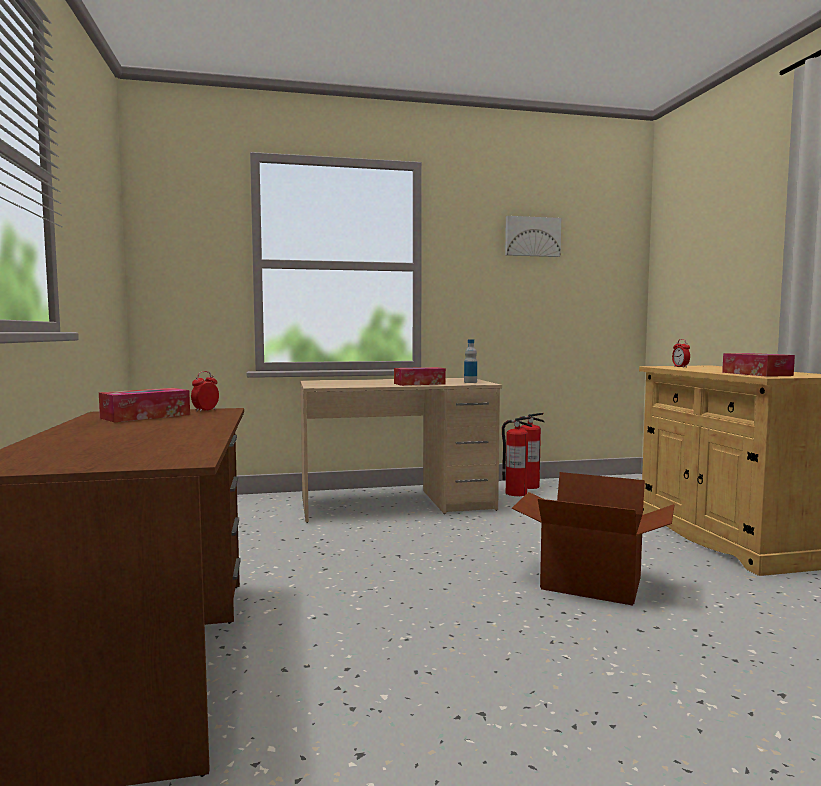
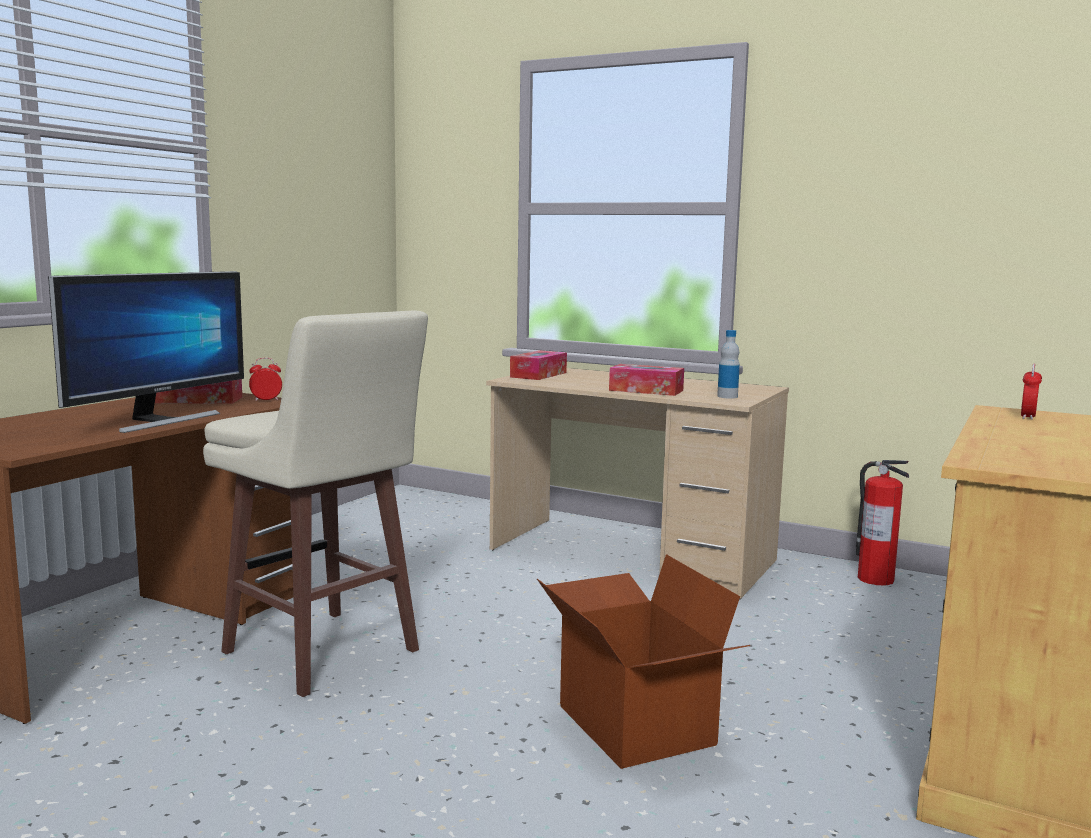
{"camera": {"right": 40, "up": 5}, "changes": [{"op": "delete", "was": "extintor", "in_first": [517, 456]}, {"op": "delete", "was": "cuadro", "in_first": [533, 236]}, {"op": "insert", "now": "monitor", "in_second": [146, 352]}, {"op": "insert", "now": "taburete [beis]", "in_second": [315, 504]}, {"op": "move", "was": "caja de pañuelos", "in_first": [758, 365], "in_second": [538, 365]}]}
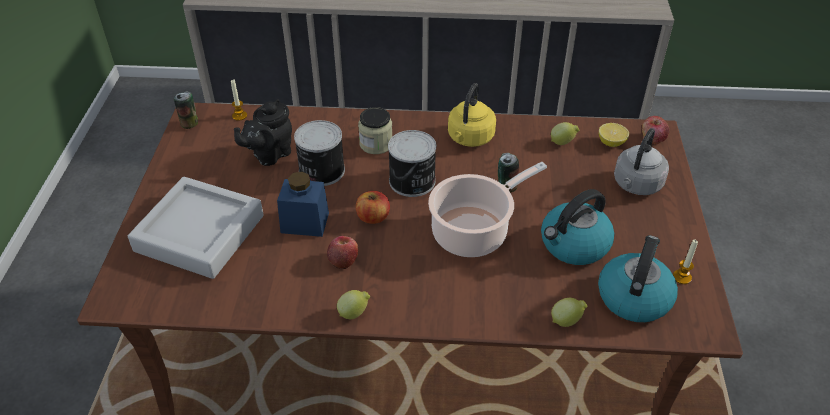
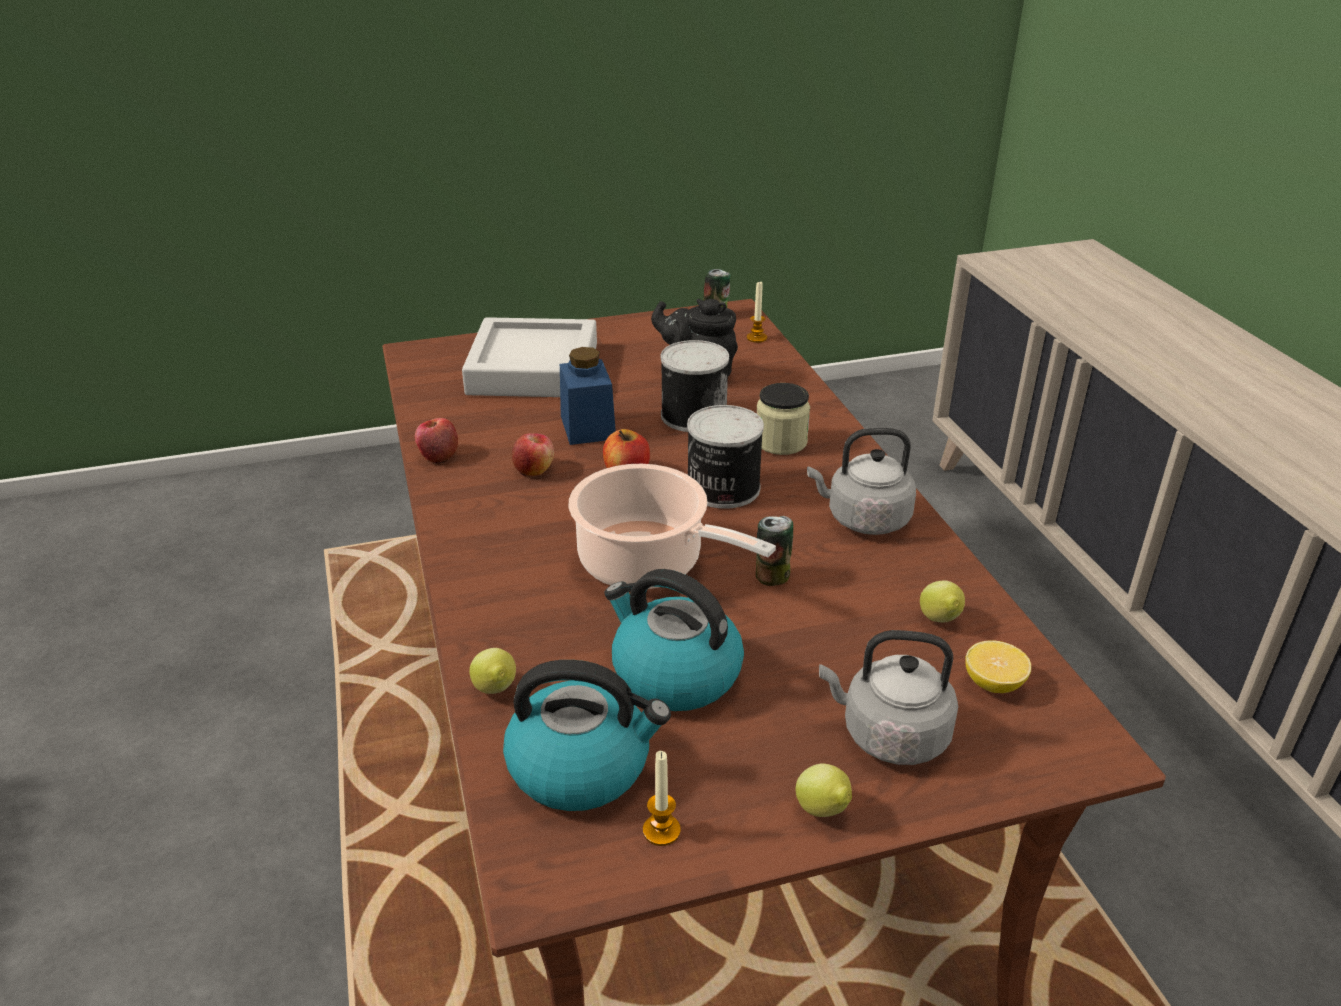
{"camera": {"right": 70, "up": -10}, "changes": [{"op": "move", "was": "limón", "in_first": [353, 304], "in_second": [824, 790]}, {"op": "move", "was": "manzana", "in_first": [655, 130], "in_second": [436, 441]}, {"op": "recolor", "was": "hervidor [amarillo]", "now": "hervidor [gris]", "in_first": [472, 115], "in_second": [861, 481]}]}
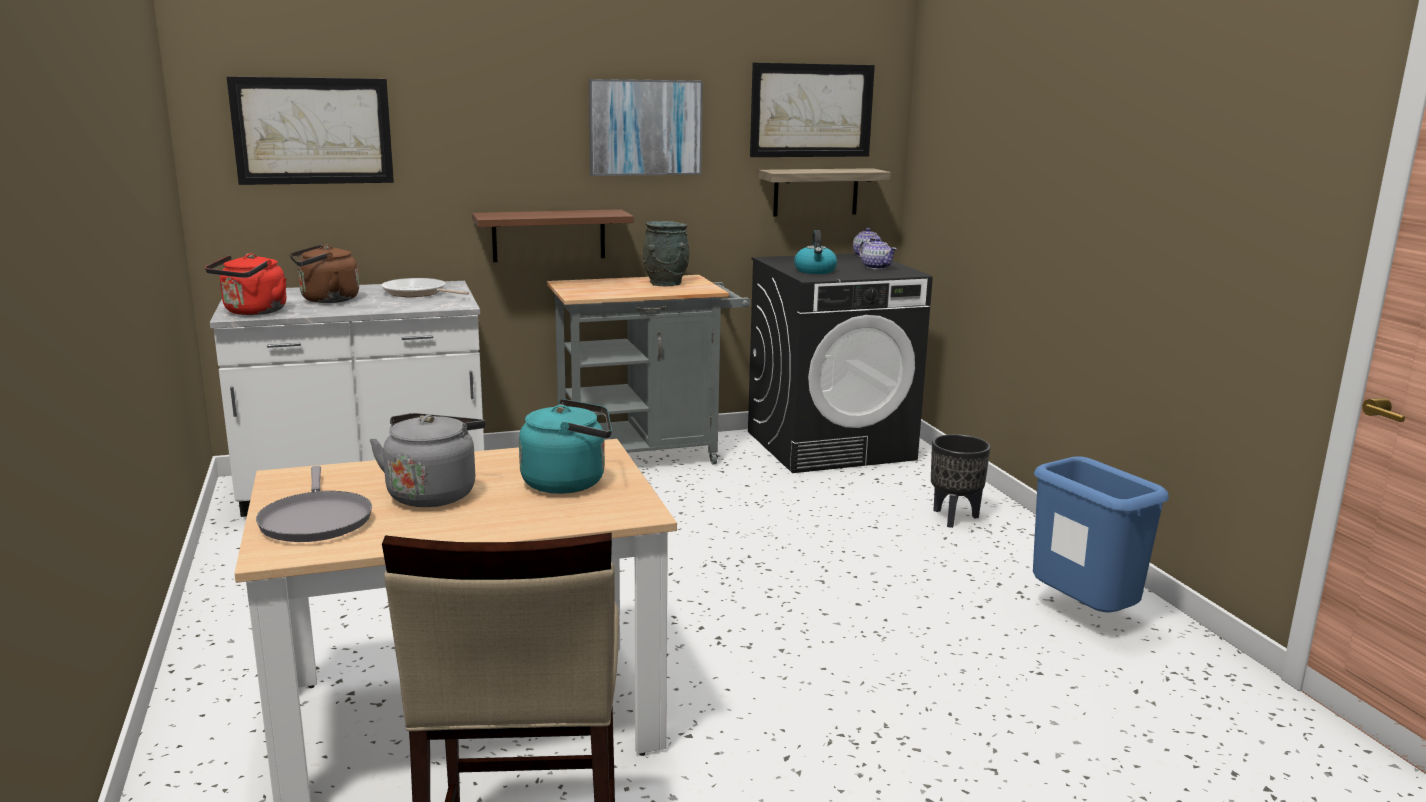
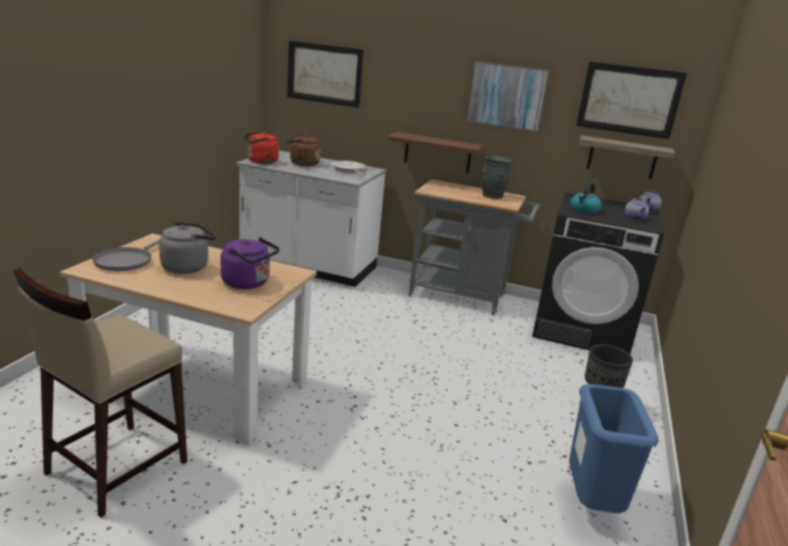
{"camera": {"right": 35, "up": 5}, "changes": [{"op": "recolor", "was": "hervidor [turquesa]", "now": "hervidor [morado]", "in_first": [565, 446], "in_second": [250, 263]}]}
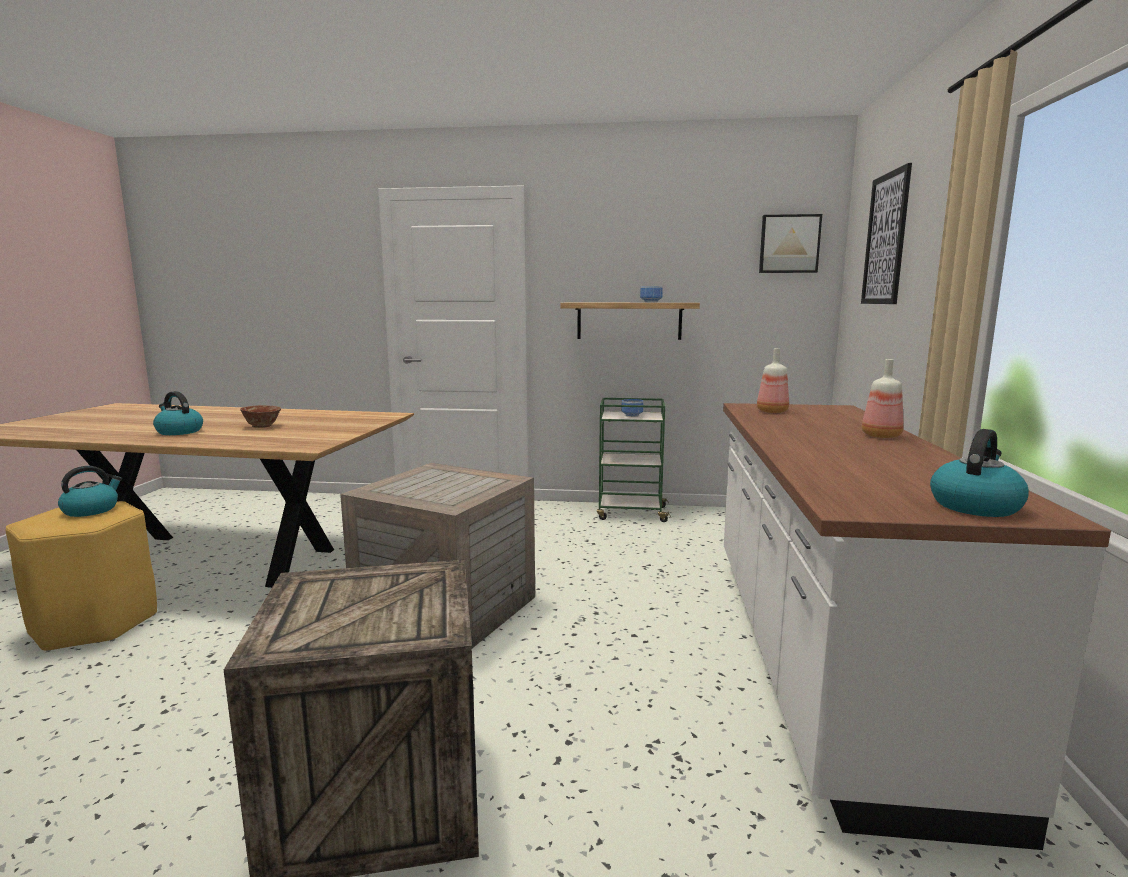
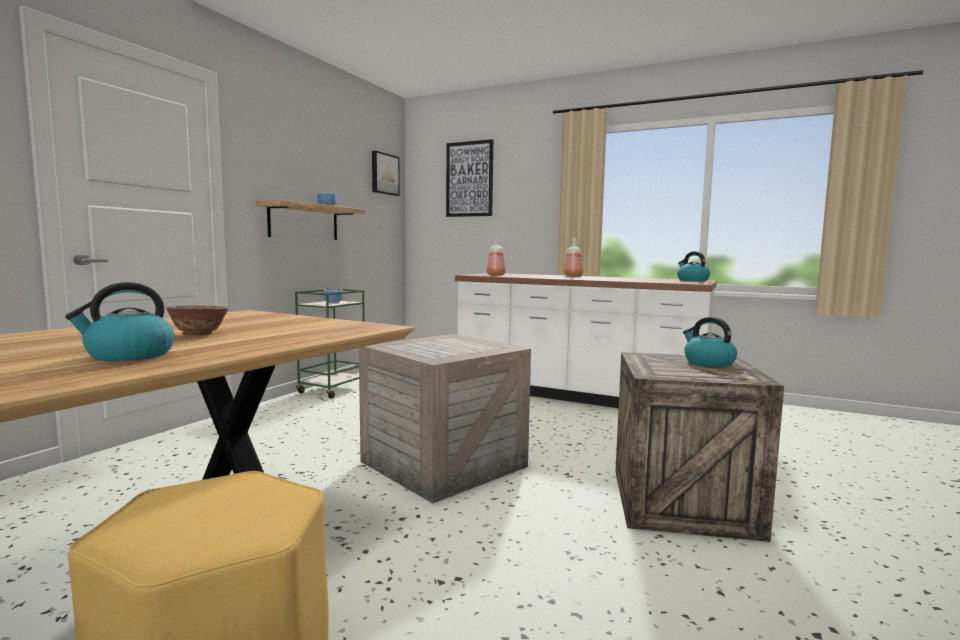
{"camera": {"right": -70, "up": -5}, "changes": [{"op": "move", "was": "hervidor", "in_first": [90, 491], "in_second": [710, 342]}]}
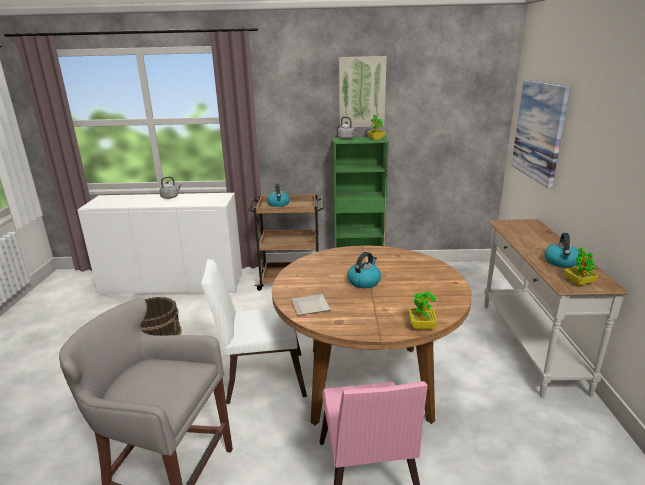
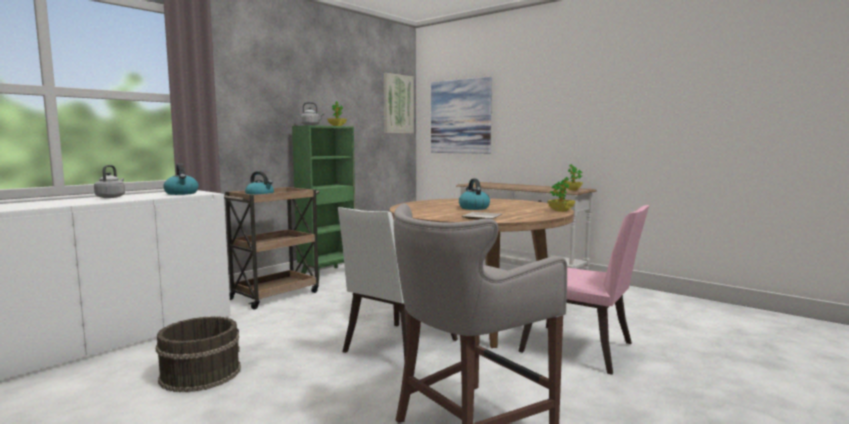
{"camera": {"right": -50, "up": -15}, "changes": [{"op": "move", "was": "cuadro", "in_first": [363, 91], "in_second": [399, 103]}, {"op": "move", "was": "hervidor", "in_first": [562, 250], "in_second": [181, 179]}]}
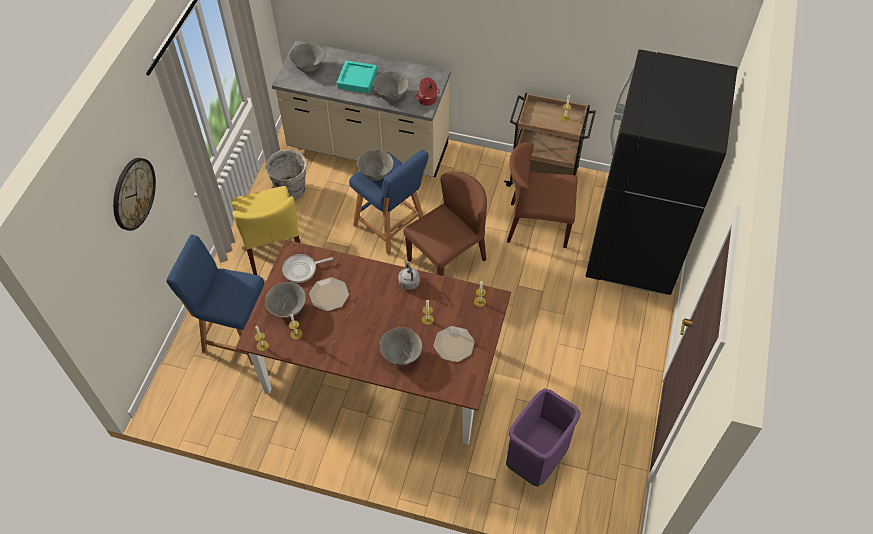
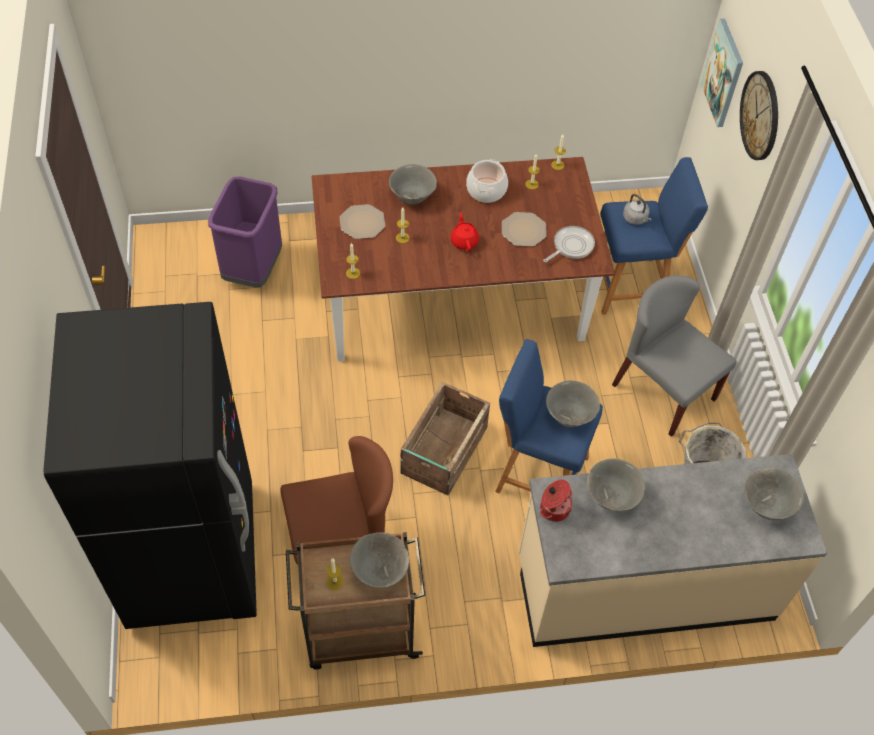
{"camera": {"right": 155, "up": 0}, "changes": [{"op": "delete", "was": "bandeja [turquesa]", "in_first": [357, 76]}, {"op": "insert", "now": "tetera [rojo]", "in_second": [465, 231]}, {"op": "insert", "now": "olla", "in_second": [487, 181]}, {"op": "insert", "now": "cuadro", "in_second": [722, 72]}, {"op": "move", "was": "cuenco [gris]", "in_first": [285, 300], "in_second": [379, 560]}, {"op": "move", "was": "hervidor [gris]", "in_first": [409, 275], "in_second": [637, 209]}, {"op": "replace", "was": "silla [marrón]", "now": "caja de embalaje", "in_first": [445, 224], "in_second": [445, 439]}, {"op": "recolor", "was": "silla [amarillo]", "now": "silla [gris]", "in_first": [266, 230], "in_second": [674, 356]}]}
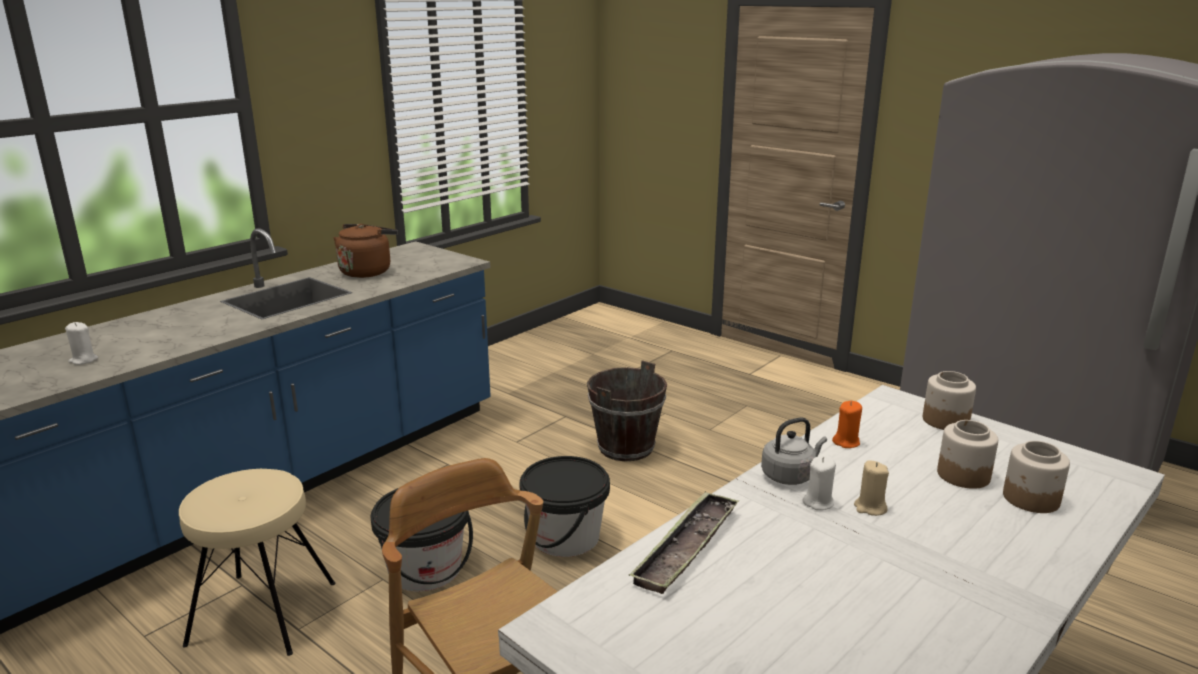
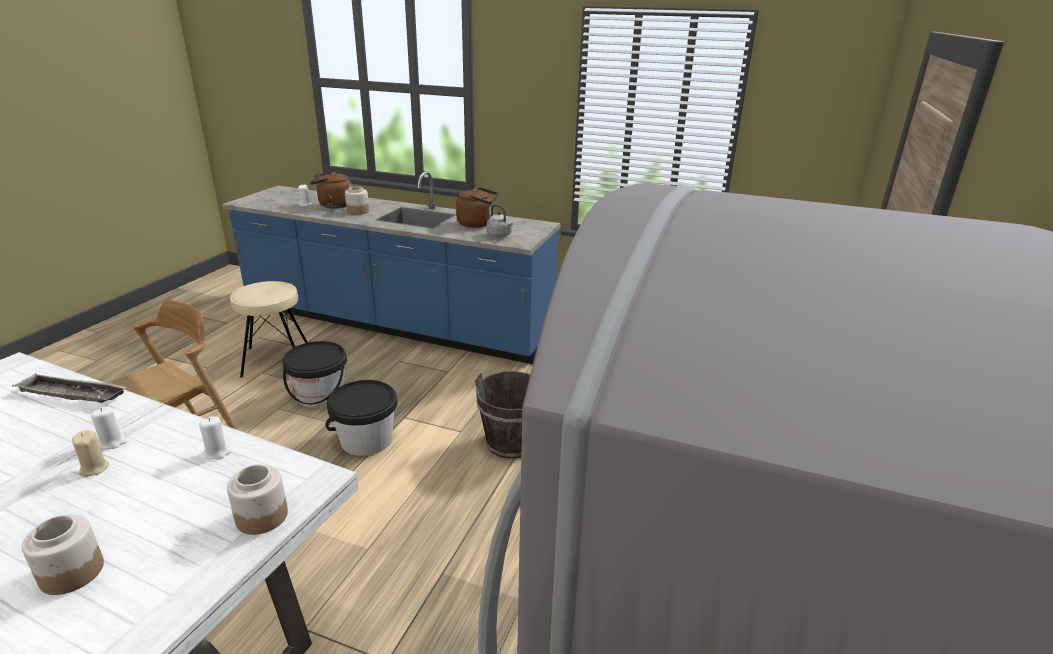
{"camera": {"right": 70, "up": 5}, "changes": [{"op": "insert", "now": "hervidor [marrón]", "in_second": [331, 190]}, {"op": "move", "was": "hervidor [gris]", "in_first": [794, 451], "in_second": [500, 220]}, {"op": "move", "was": "tarro", "in_first": [967, 454], "in_second": [357, 201]}, {"op": "recolor", "was": "vela [naranja]", "now": "vela [blanco]", "in_first": [847, 424], "in_second": [215, 438]}]}
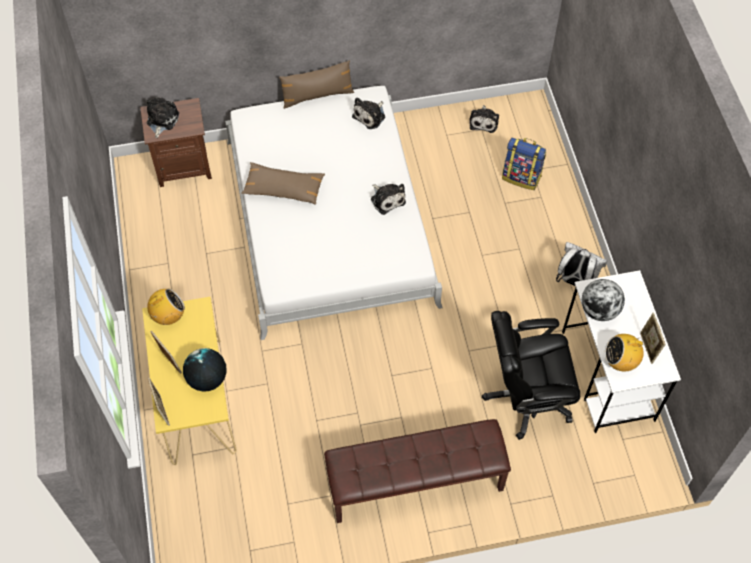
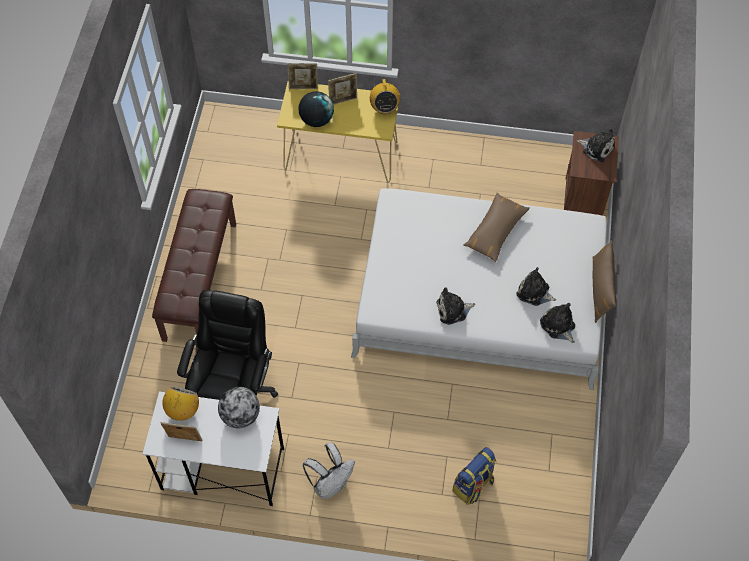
{"camera": {"right": 110, "up": 0}, "changes": [{"op": "move", "was": "peluche", "in_first": [484, 119], "in_second": [536, 286]}]}
